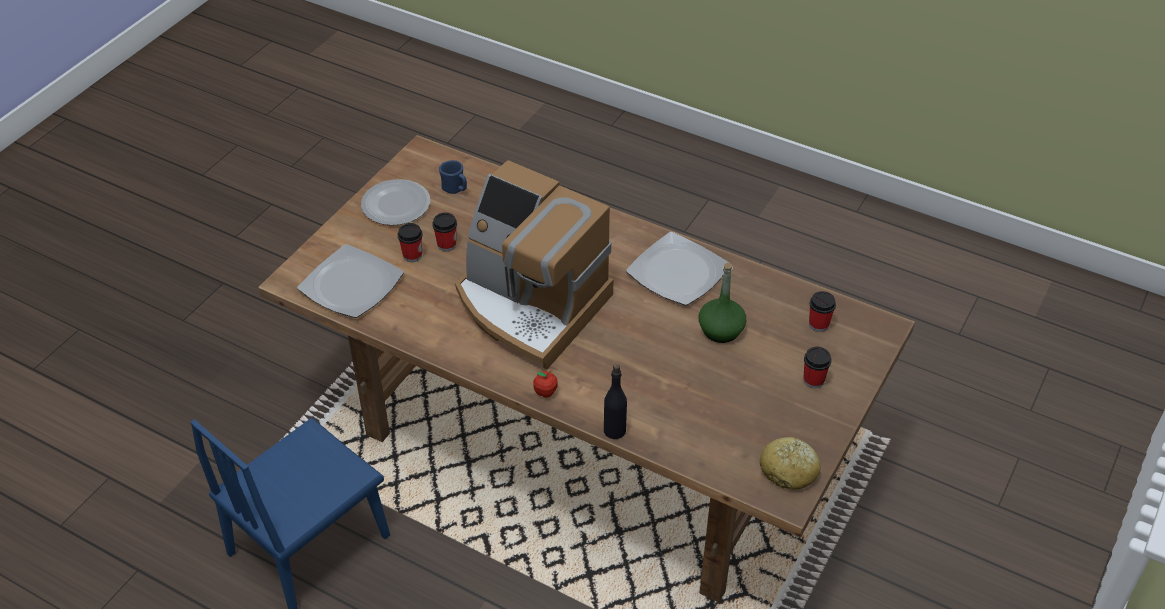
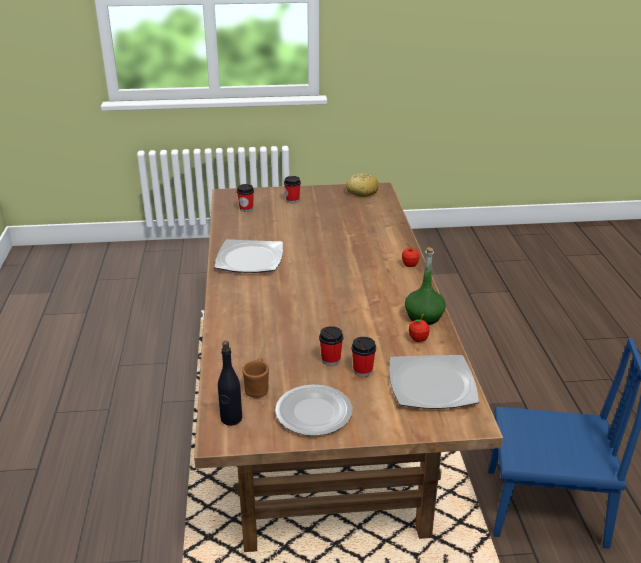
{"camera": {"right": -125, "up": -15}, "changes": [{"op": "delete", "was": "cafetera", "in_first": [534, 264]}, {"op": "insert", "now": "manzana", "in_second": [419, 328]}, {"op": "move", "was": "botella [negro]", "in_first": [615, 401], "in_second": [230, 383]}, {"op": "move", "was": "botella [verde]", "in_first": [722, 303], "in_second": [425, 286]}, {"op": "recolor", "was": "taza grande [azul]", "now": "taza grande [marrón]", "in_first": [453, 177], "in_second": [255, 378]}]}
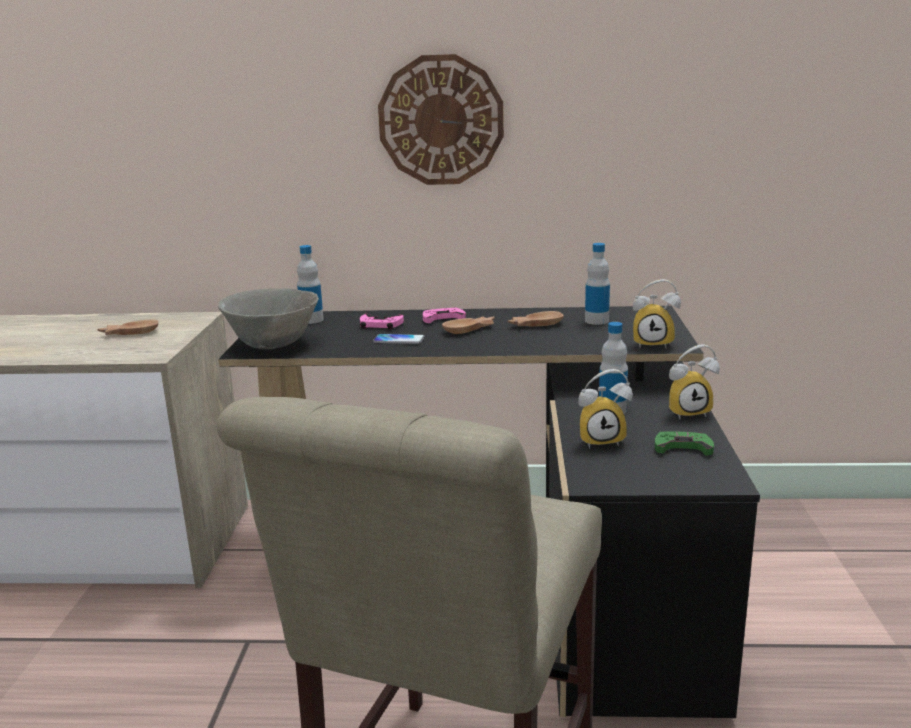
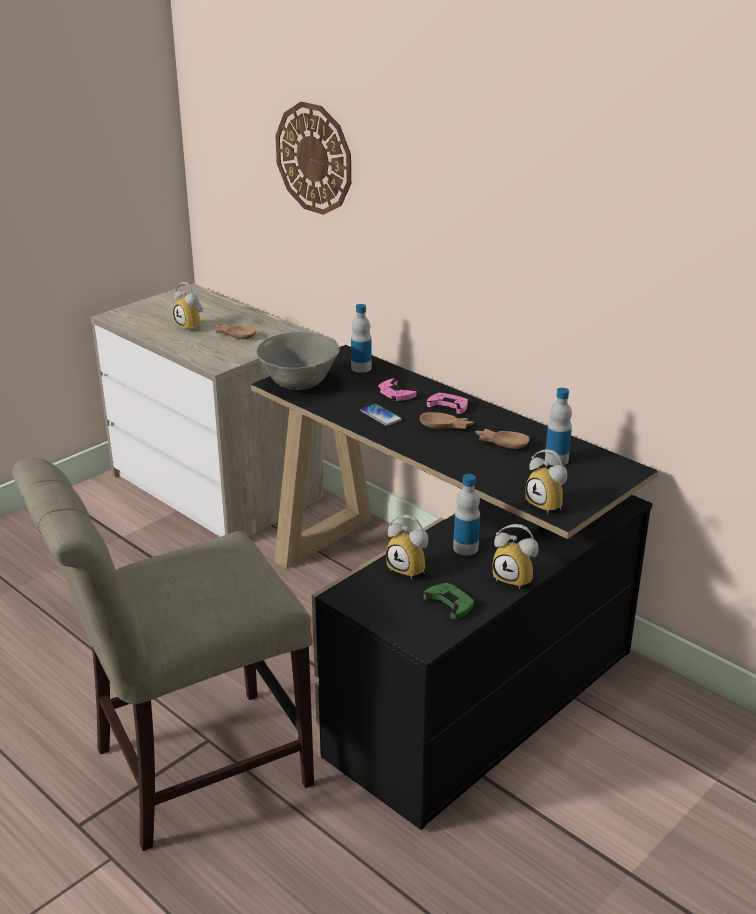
{"camera": {"right": 40, "up": 10}, "changes": [{"op": "insert", "now": "despertador", "in_second": [188, 306]}, {"op": "move", "was": "reloj de pared", "in_first": [441, 119], "in_second": [313, 158]}]}
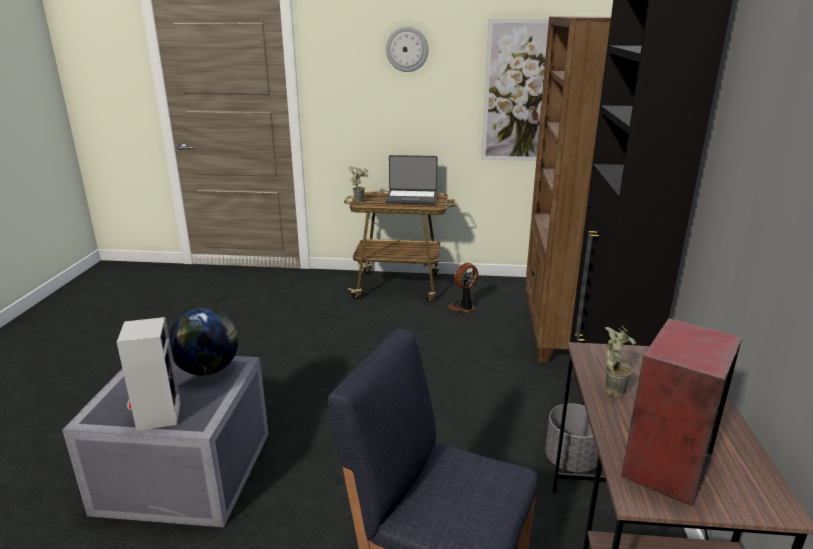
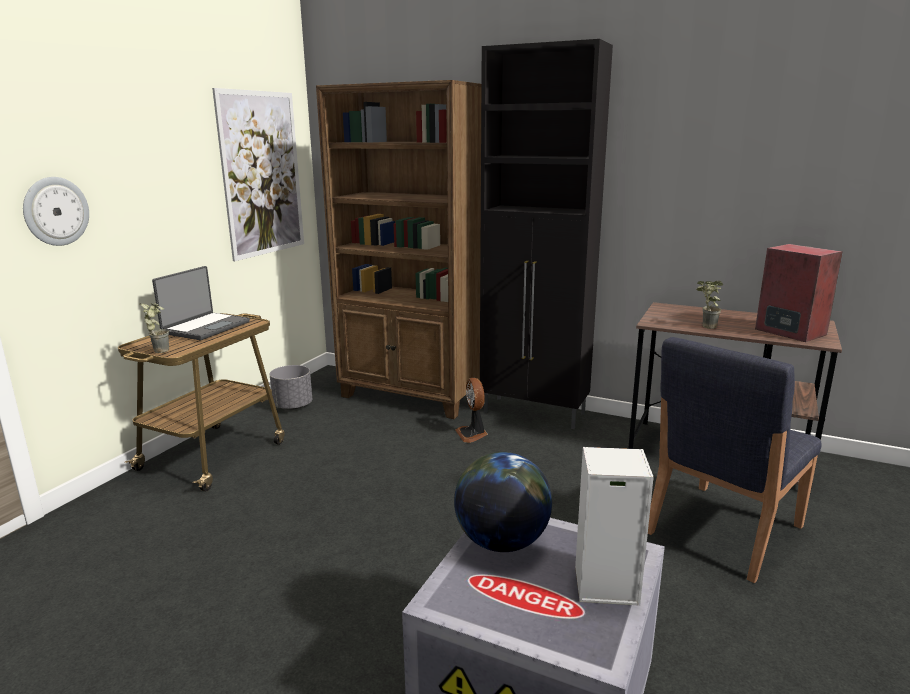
{"camera": {"right": -70, "up": -5}, "changes": [{"op": "move", "was": "reloj de pared", "in_first": [407, 49], "in_second": [56, 211]}, {"op": "move", "was": "ventilador", "in_first": [463, 288], "in_second": [472, 410]}, {"op": "move", "was": "maceta [gris]", "in_first": [571, 438], "in_second": [291, 387]}]}
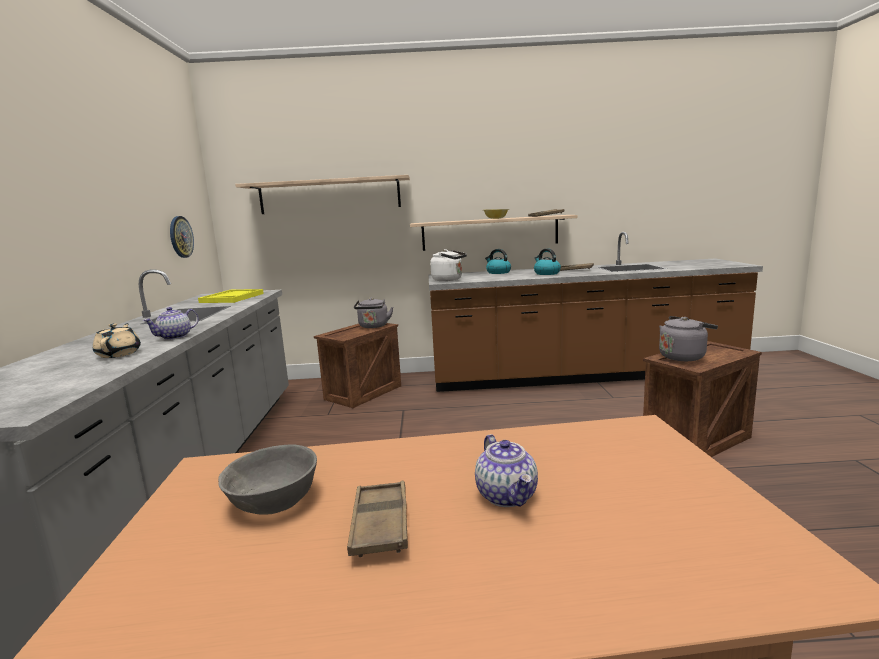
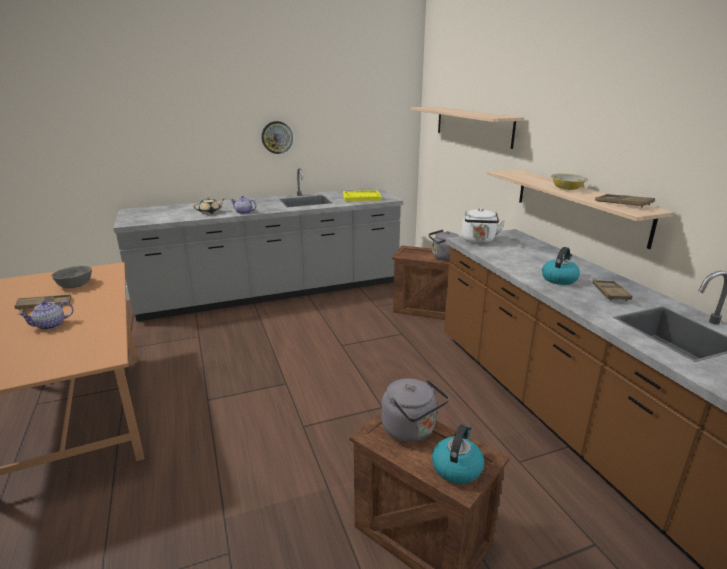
{"camera": {"right": 70, "up": 10}, "changes": [{"op": "move", "was": "reloj de pared", "in_first": [182, 237], "in_second": [277, 137]}, {"op": "move", "was": "hervidor", "in_first": [498, 261], "in_second": [458, 454]}]}
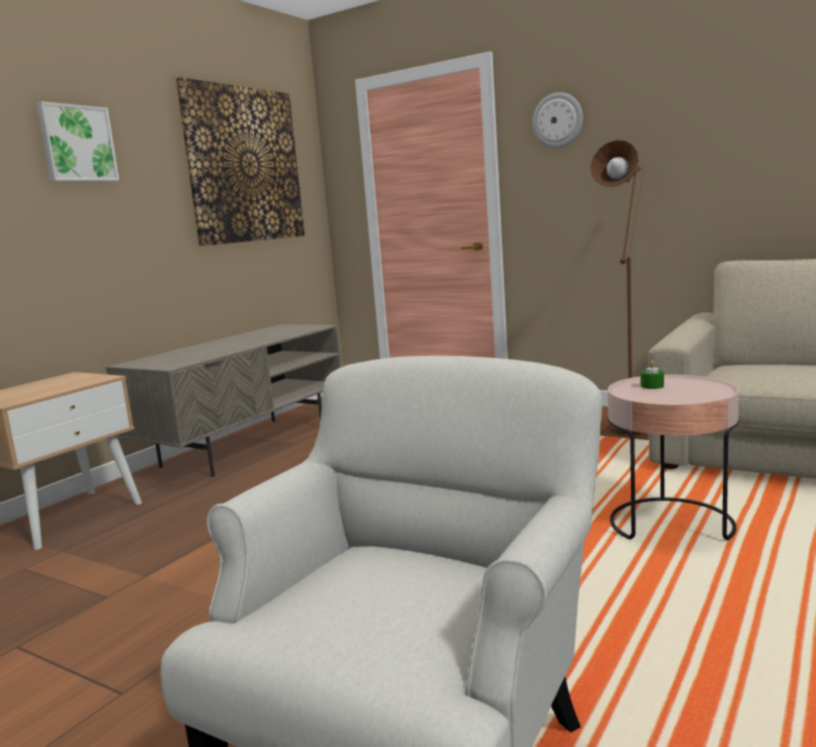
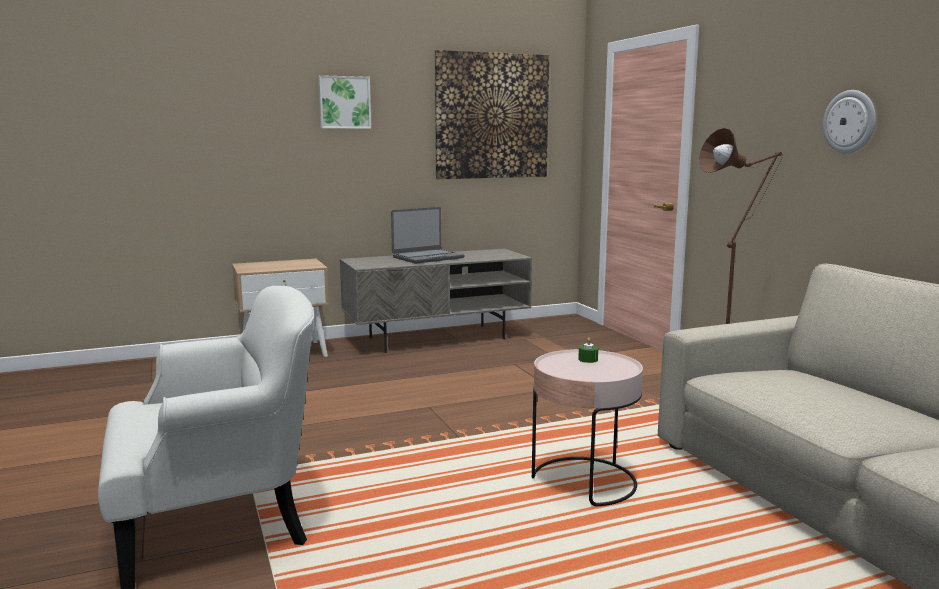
{"camera": {"right": 35, "up": 0}, "changes": [{"op": "insert", "now": "portátil", "in_second": [427, 235]}, {"op": "move", "was": "reloj de pared", "in_first": [558, 120], "in_second": [849, 122]}]}
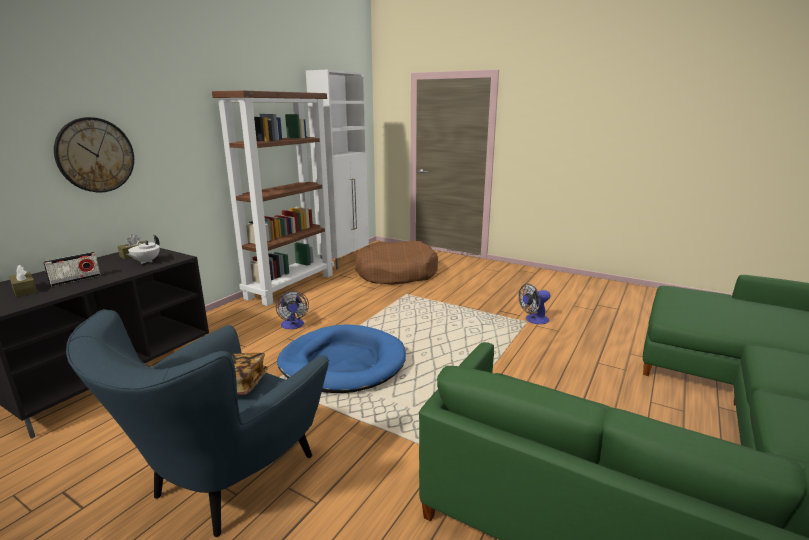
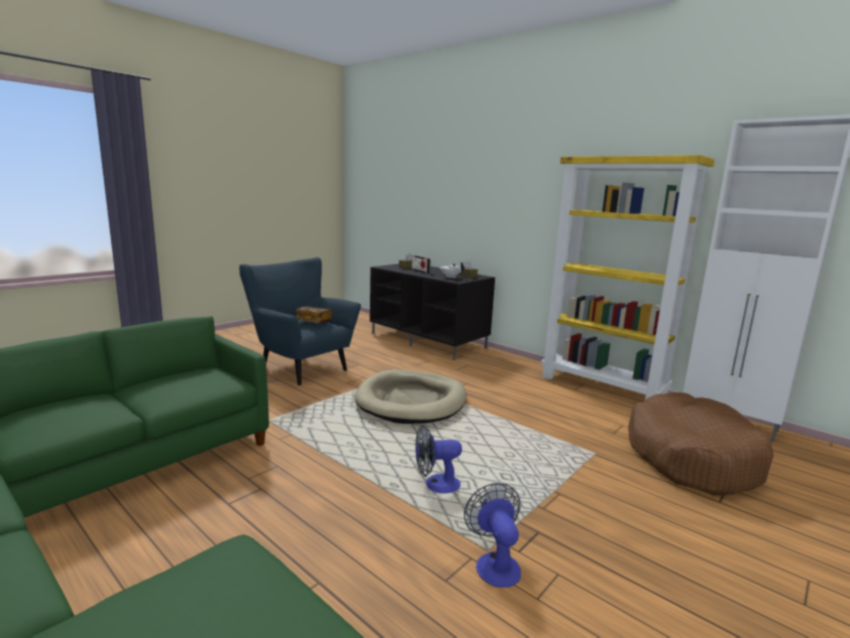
{"camera": {"right": 100, "up": -5}, "changes": [{"op": "delete", "was": "reloj de pared", "in_first": [94, 155]}, {"op": "move", "was": "ventilador", "in_first": [292, 310], "in_second": [438, 460]}, {"op": "recolor", "was": "estantería [marrón]", "now": "estantería [amarillo]", "in_first": [273, 198], "in_second": [628, 277]}, {"op": "recolor", "was": "cama para perro [azul]", "now": "cama para perro [beis]", "in_first": [341, 358], "in_second": [410, 397]}]}
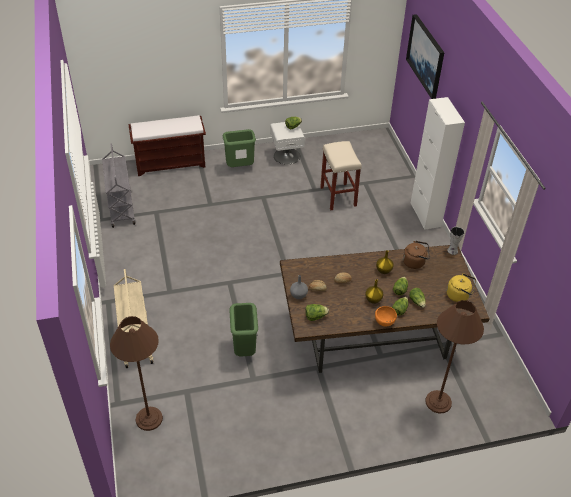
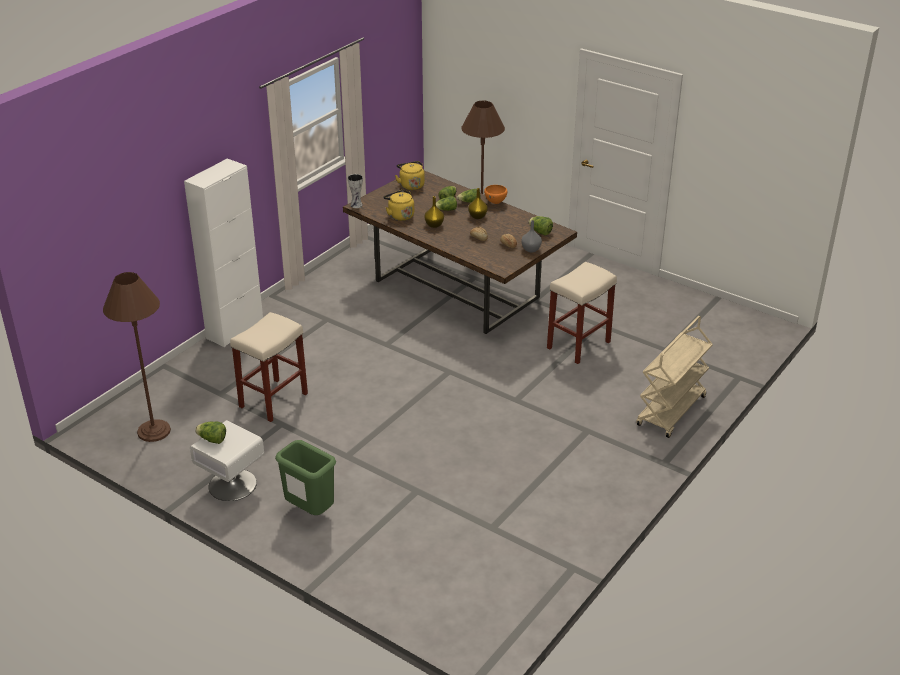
{"camera": {"right": -130, "up": -10}, "changes": [{"op": "delete", "was": "carrito [gris]", "in_first": [119, 185]}, {"op": "delete", "was": "banco [marrón]", "in_first": [167, 145]}, {"op": "delete", "was": "cuadro", "in_first": [425, 56]}, {"op": "move", "was": "lámpara de pie [marrón]", "in_first": [136, 373], "in_second": [137, 357]}, {"op": "replace", "was": "papelera [verde]", "now": "taburete [beis]", "in_first": [243, 329], "in_second": [582, 313]}, {"op": "recolor", "was": "hervidor [marrón]", "now": "hervidor [amarillo]", "in_first": [416, 255], "in_second": [398, 205]}]}
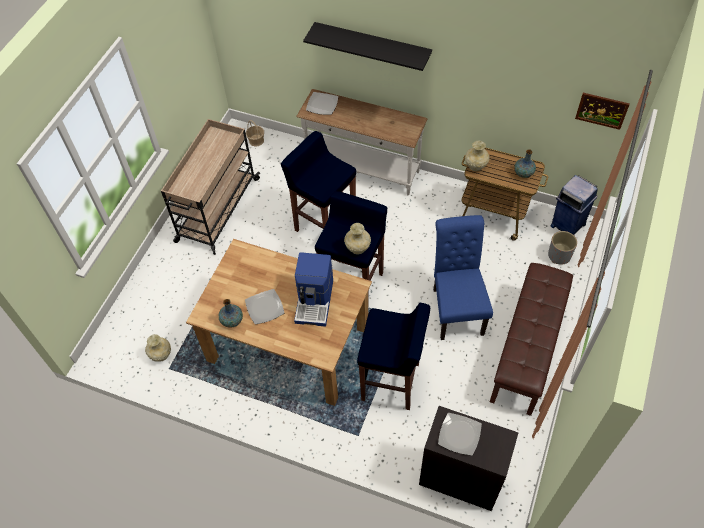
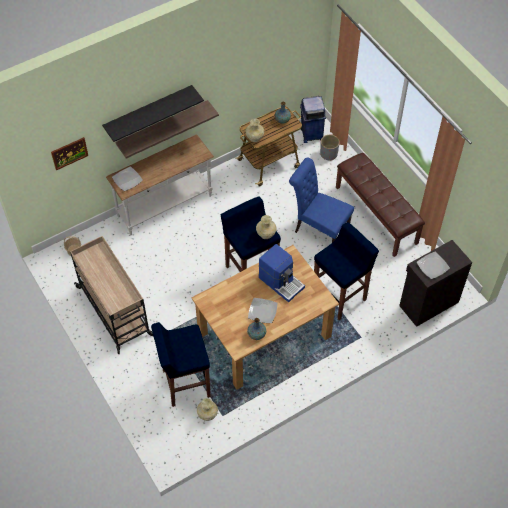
{"camera": {"right": -55, "up": 0}, "changes": [{"op": "insert", "now": "estante", "in_second": [167, 129]}, {"op": "move", "was": "taburete [azul]", "in_first": [318, 181], "in_second": [181, 364]}, {"op": "move", "was": "cuadro", "in_first": [602, 111], "in_second": [69, 153]}]}
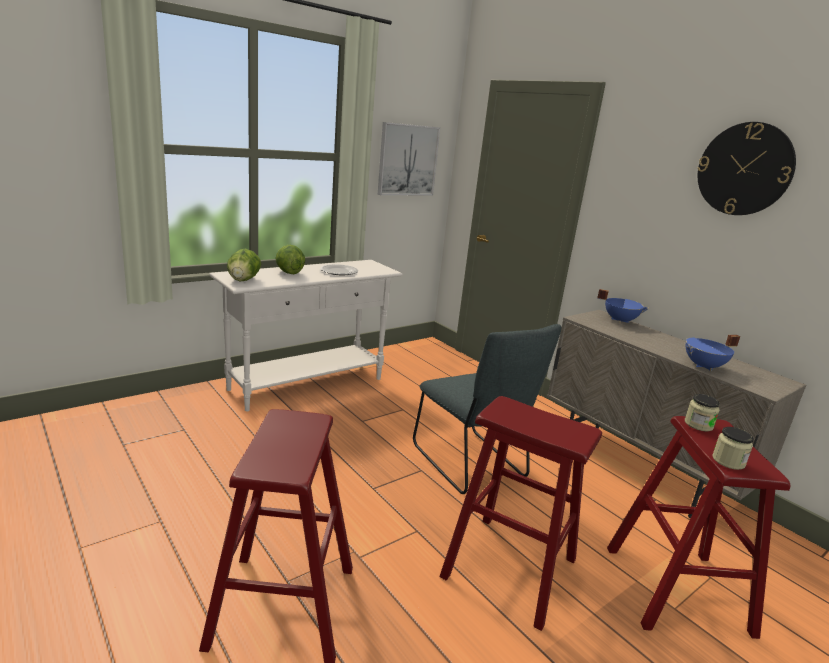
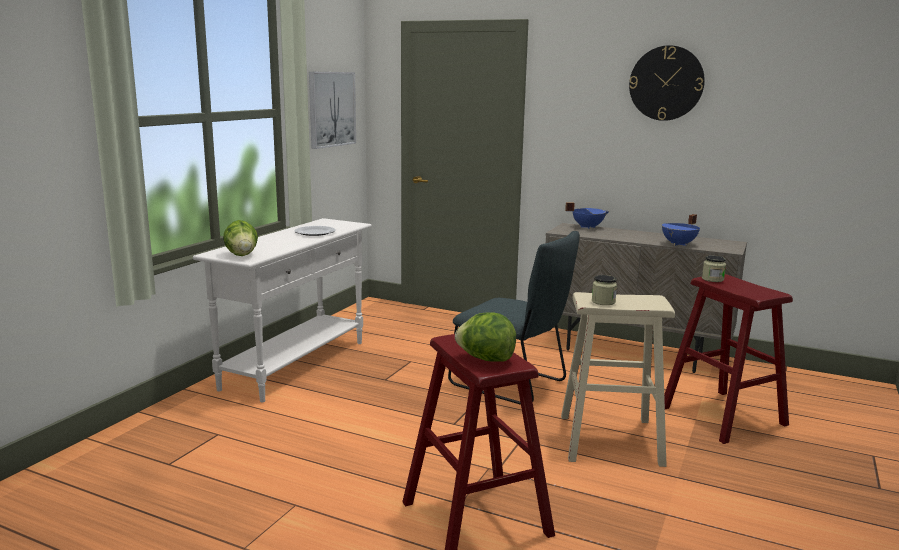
{"camera": {"right": -25, "up": -5}, "changes": [{"op": "move", "was": "lechuga", "in_first": [290, 259], "in_second": [485, 337]}, {"op": "move", "was": "tarro", "in_first": [733, 448], "in_second": [604, 290]}, {"op": "recolor", "was": "taburete [rojo]", "now": "taburete [beis]", "in_first": [520, 513], "in_second": [618, 379]}]}
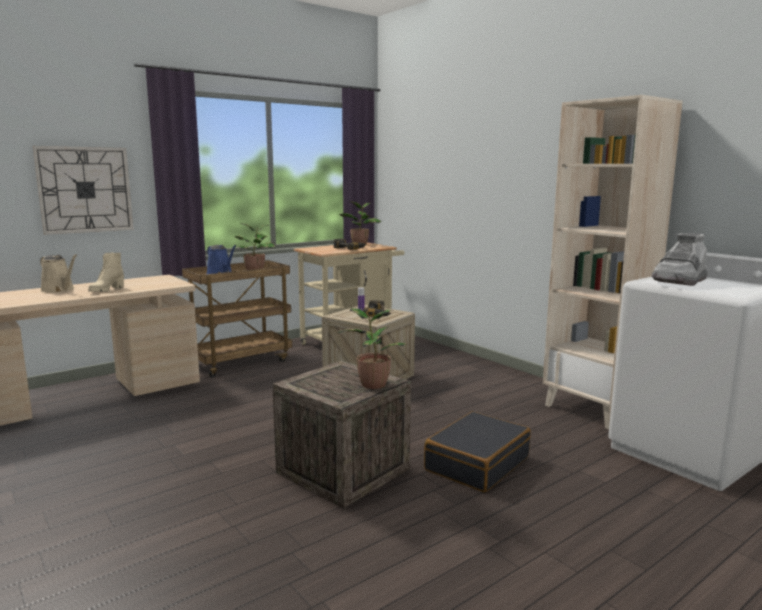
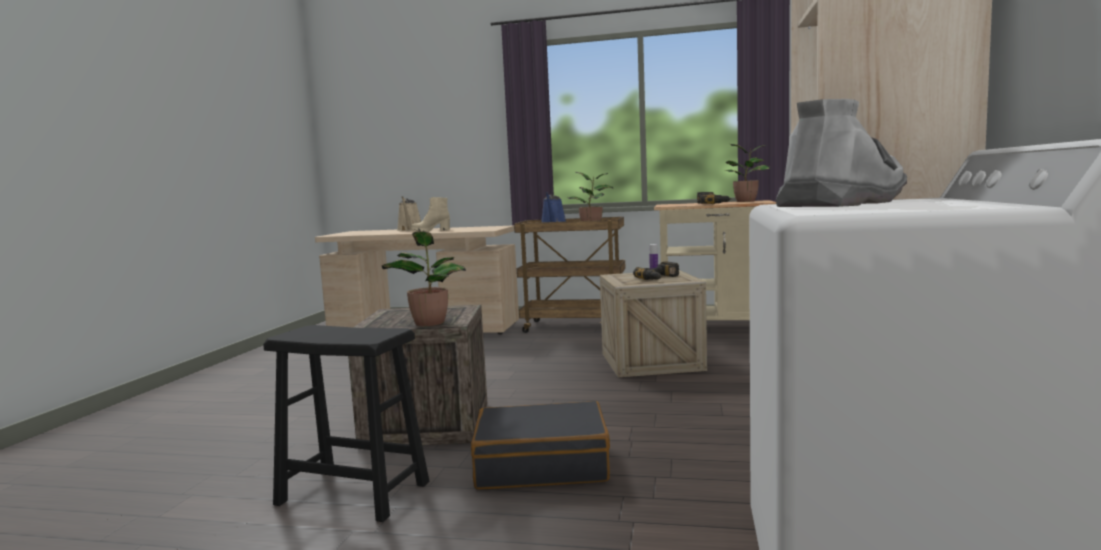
{"camera": {"right": 50, "up": -5}, "changes": [{"op": "delete", "was": "reloj de pared", "in_first": [83, 190]}, {"op": "insert", "now": "taburete [negro]", "in_second": [346, 423]}, {"op": "rotate", "was": "bota [gris]", "in_first": [679, 259], "in_second": [841, 153], "clockwise": 135}]}
